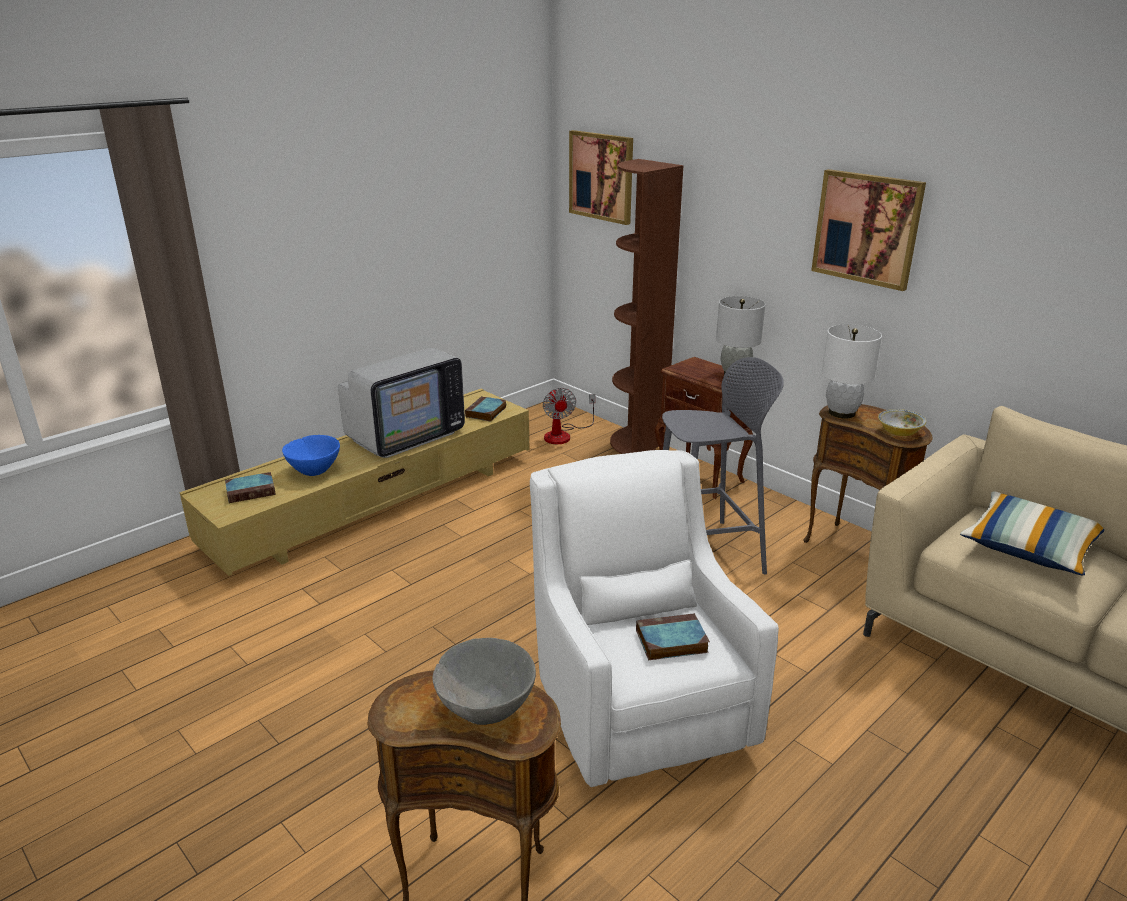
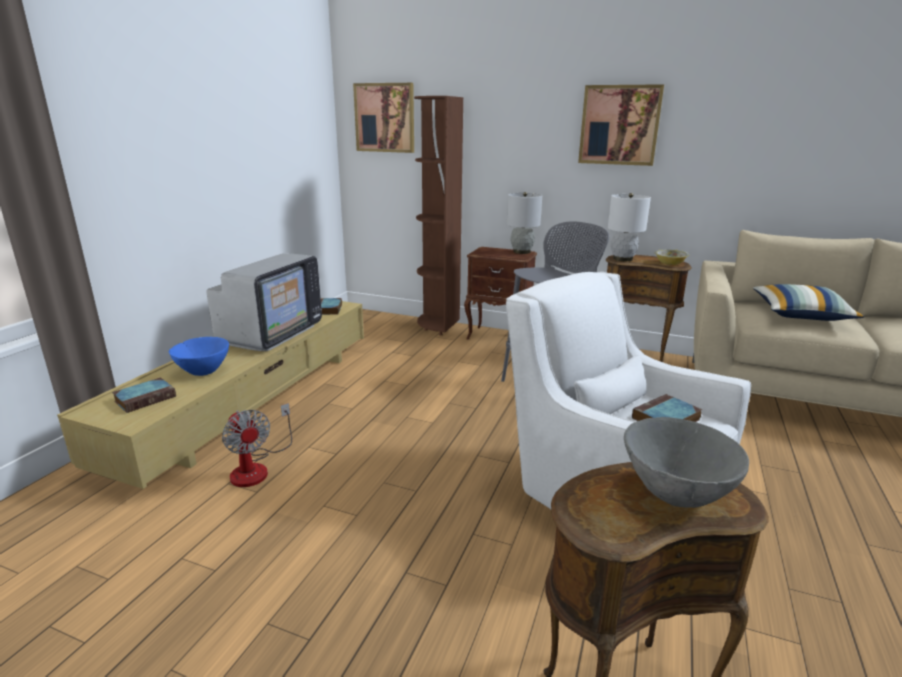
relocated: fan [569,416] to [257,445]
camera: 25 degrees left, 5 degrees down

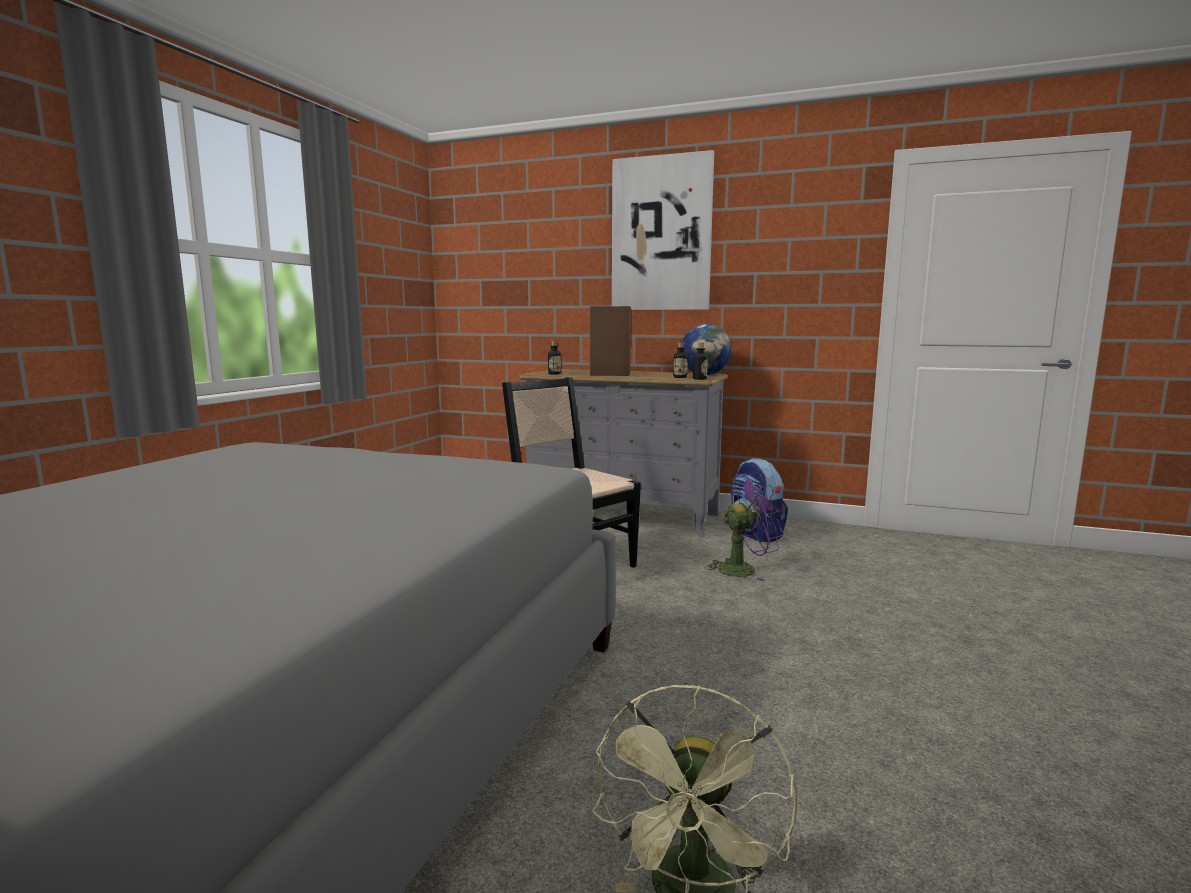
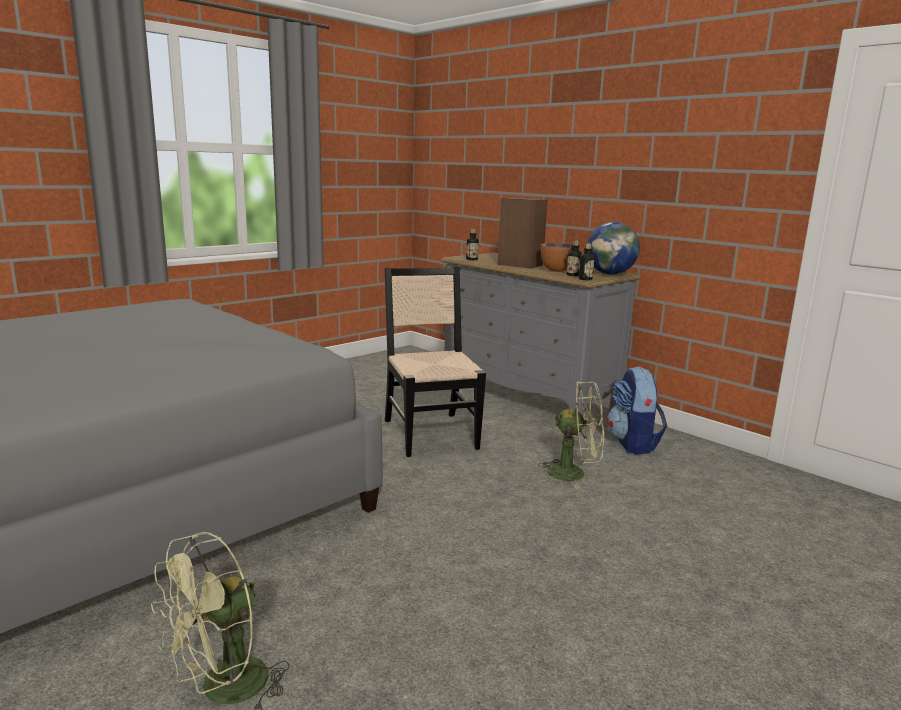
missing: picture [663,230]
appeared: bowl [556,257]
colour: fan (purple) [745,527] to fan (green) [571,434]
camera: 25 degrees right, 5 degrees up

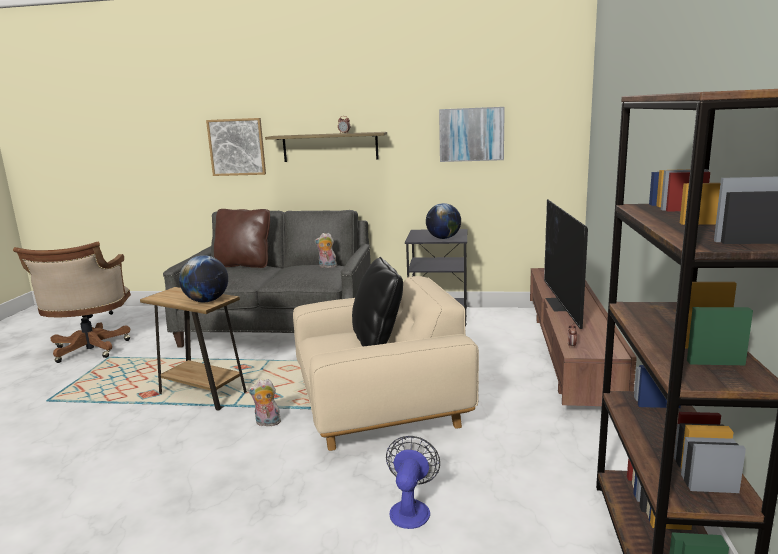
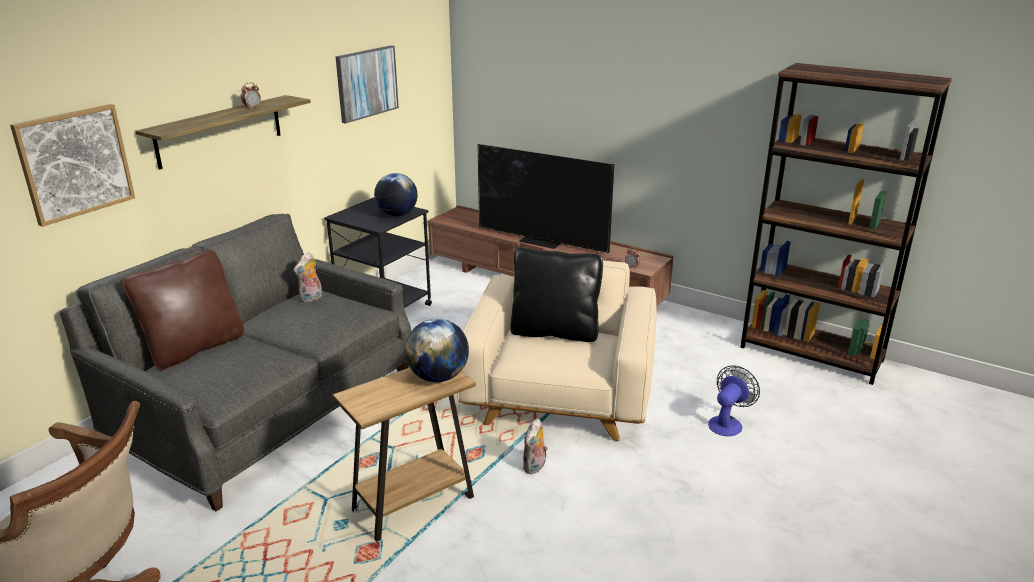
spun: fan [413,482] = [734,400] 90 degrees clockwise
camera: 65 degrees left, 10 degrees up

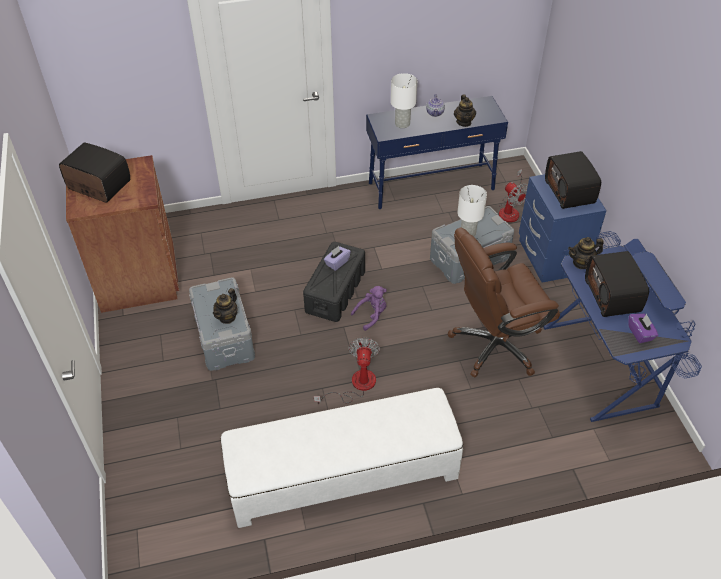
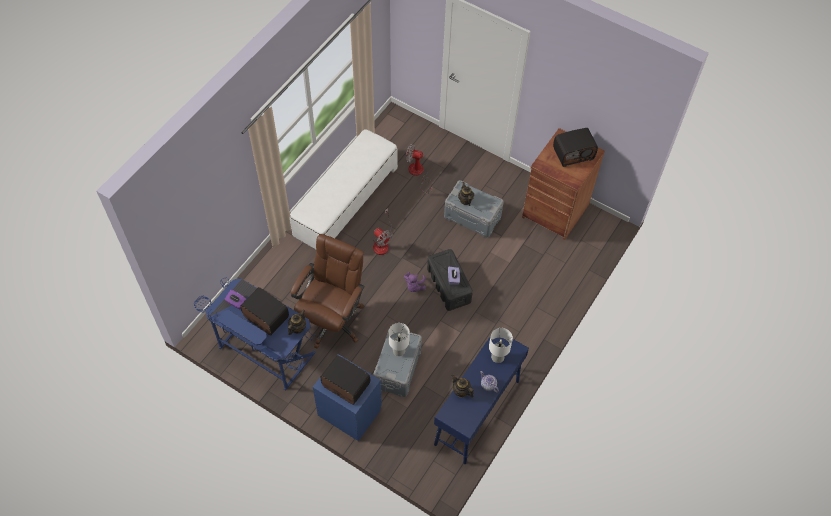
relocated: fan [513,195] to [419,169]
camera: 135 degrees right, 10 degrees up

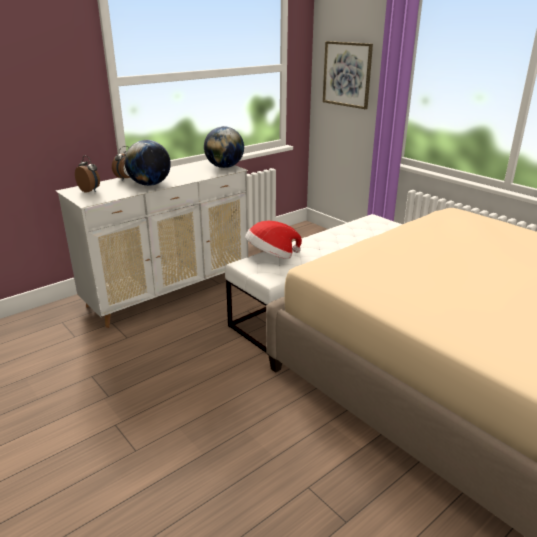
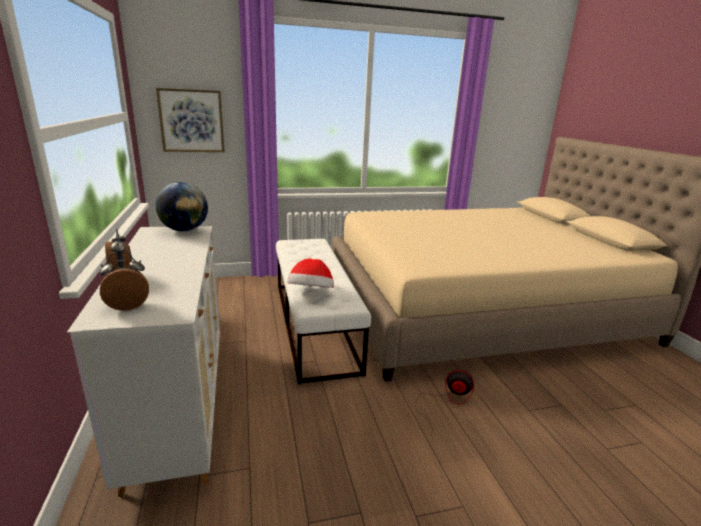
missing: globe [148,163]
appeared: fan [444,402]
camera: 65 degrees left, 5 degrees down

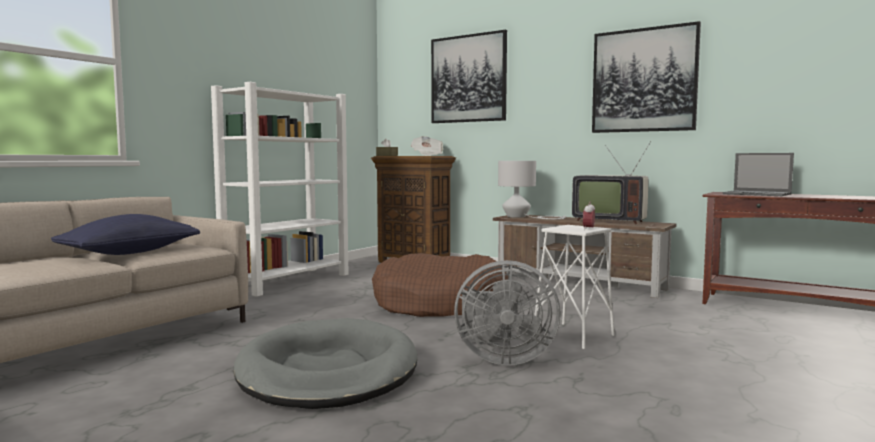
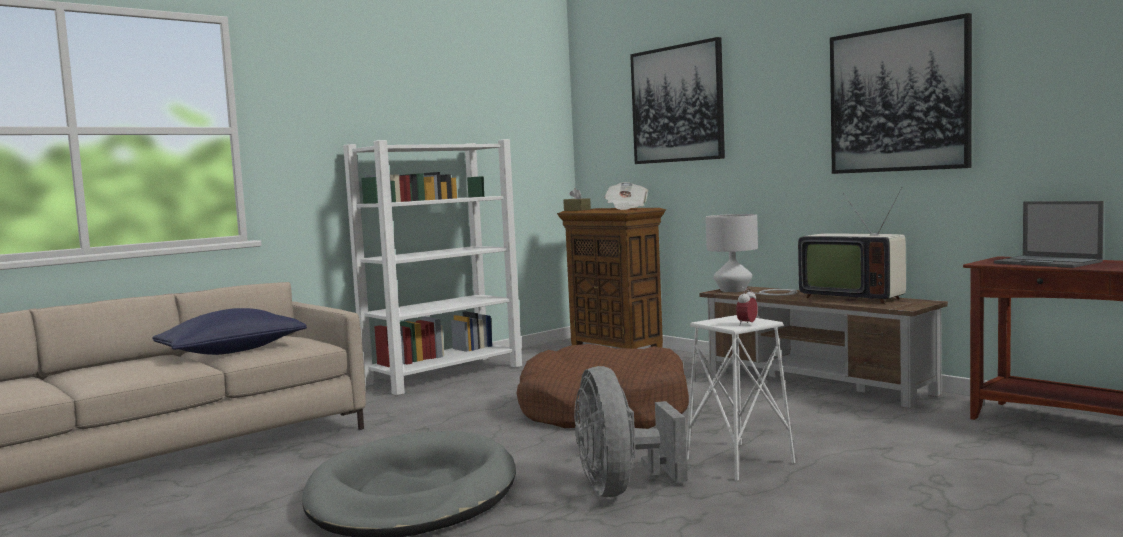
spun: fan (grey) [507,312] = [630,431] 60 degrees clockwise
camera: 15 degrees right, 0 degrees up

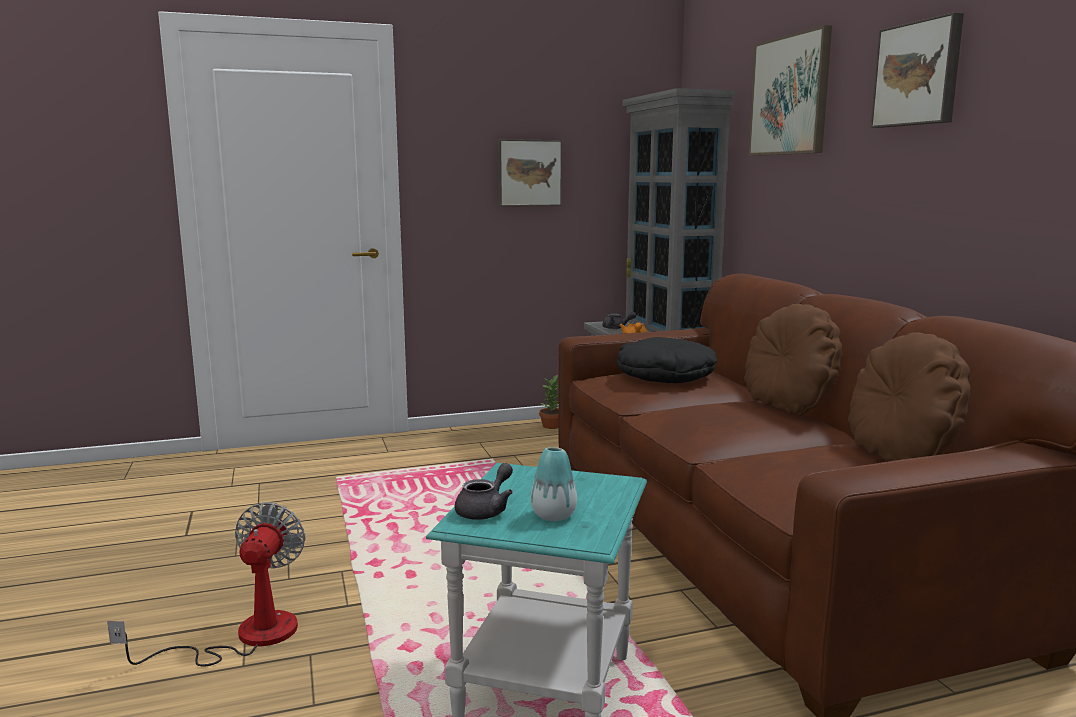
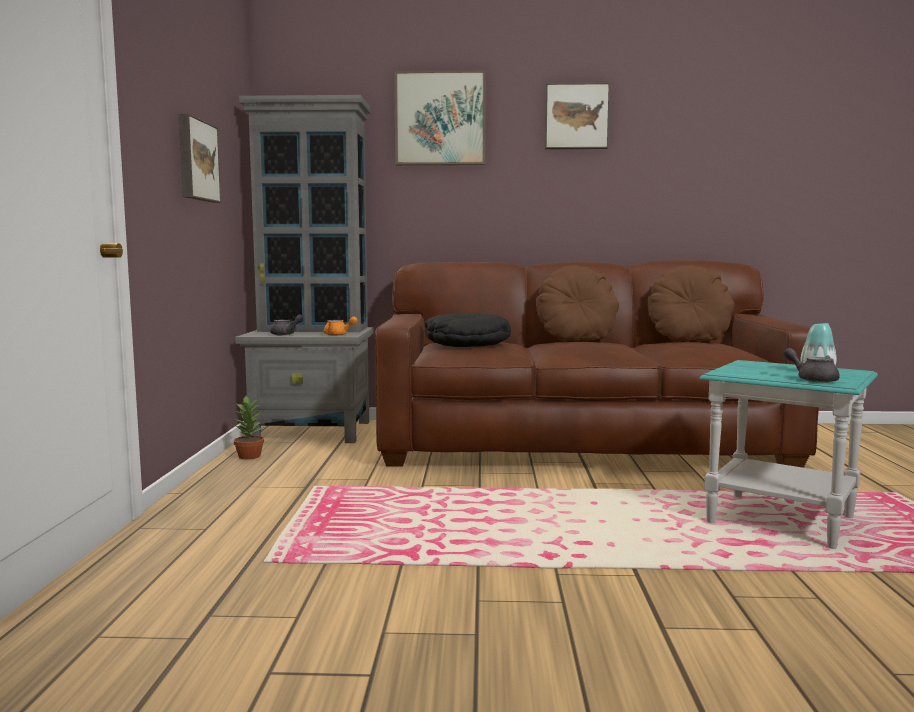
missing: fan [206,584]
camera: 70 degrees left, 5 degrees down

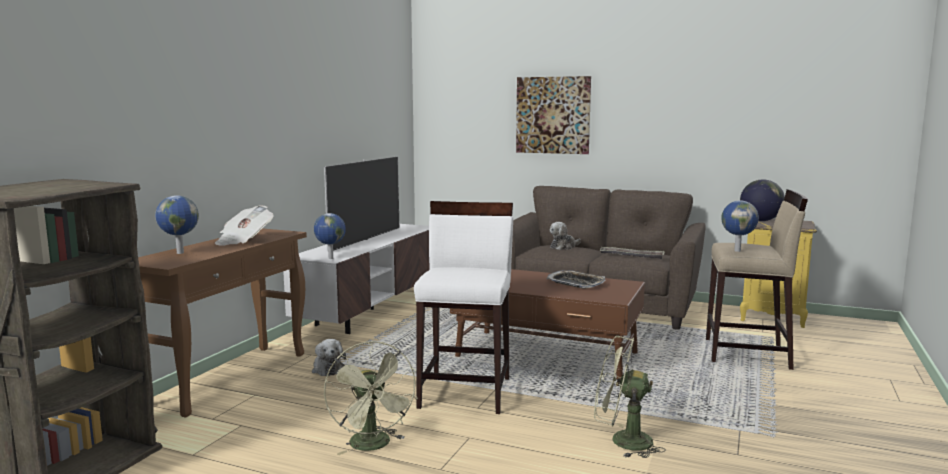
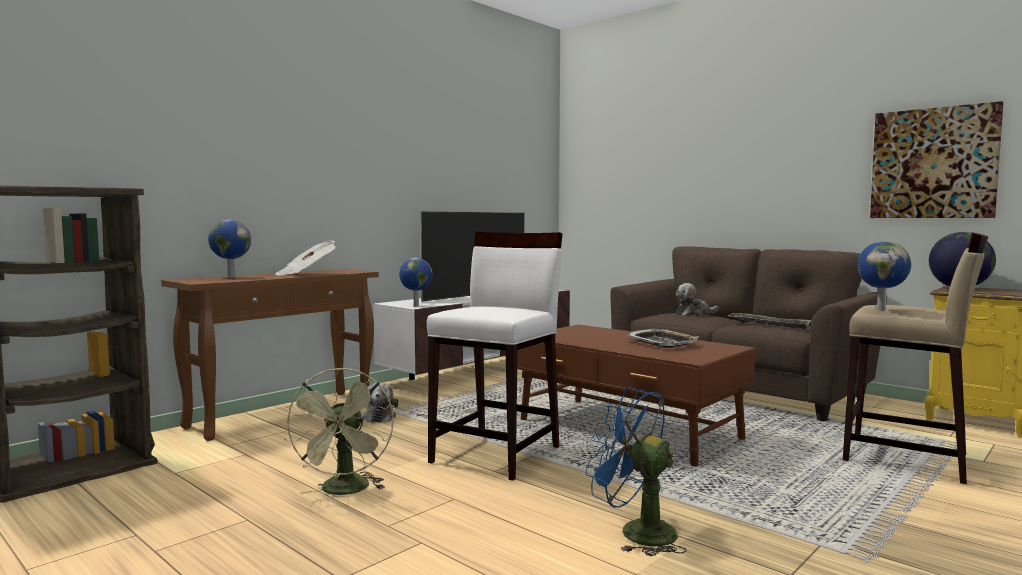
relocated: picture [553,115] to [936,159]
colour: fan (green) [630,397] to fan (blue) [636,471]
camera: 20 degrees right, 5 degrees down

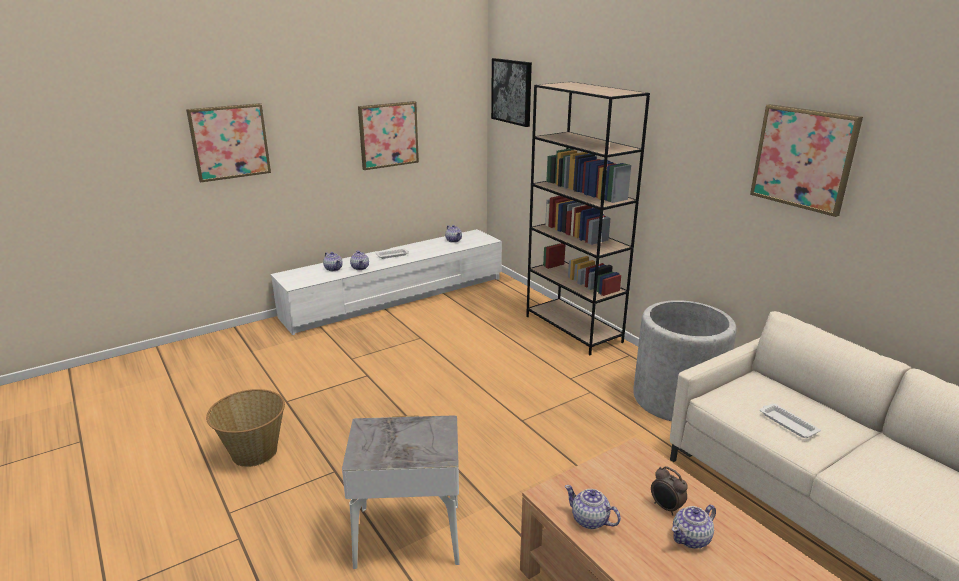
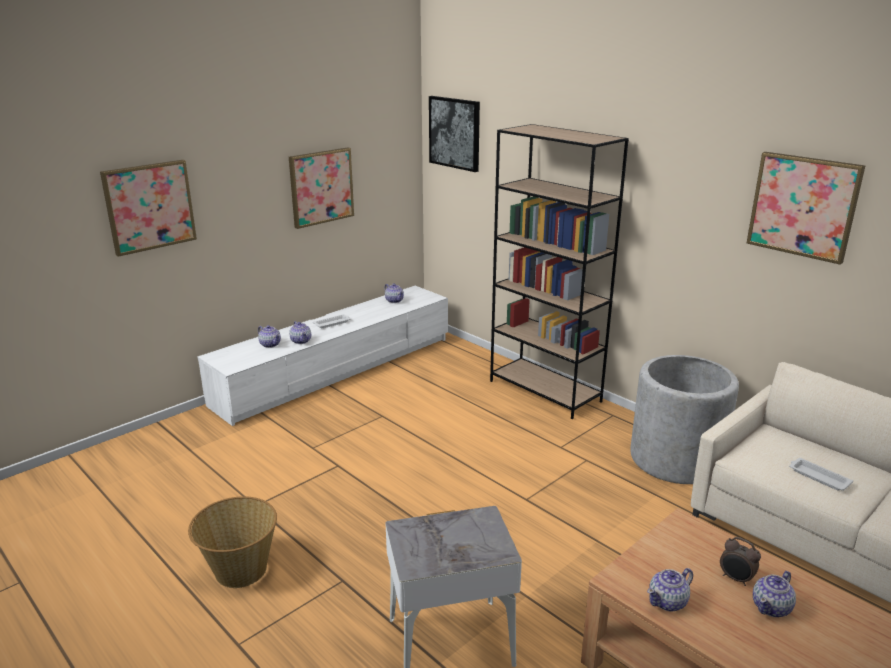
spun: teapot [593,507] = [670,589] 60 degrees counterclockwise
camera: 10 degrees left, 0 degrees up

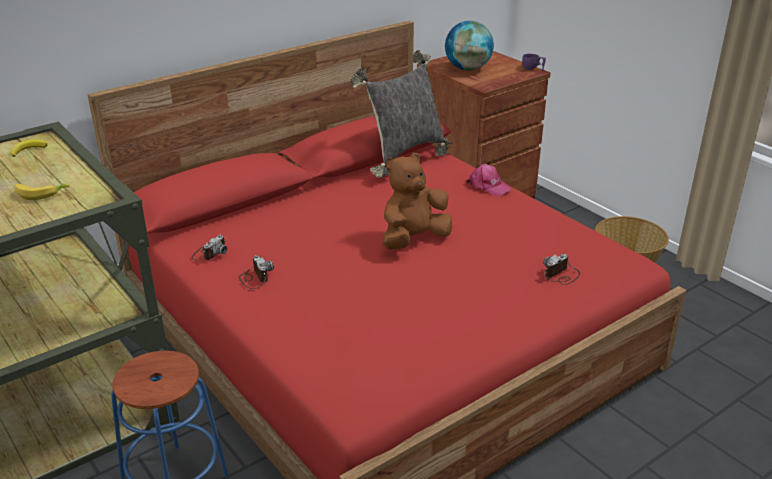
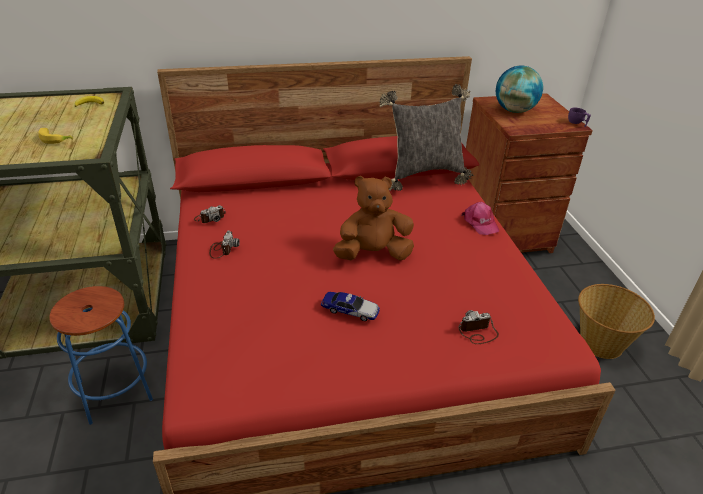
appeared: toy car [350,306]
camera: 25 degrees right, 5 degrees up

